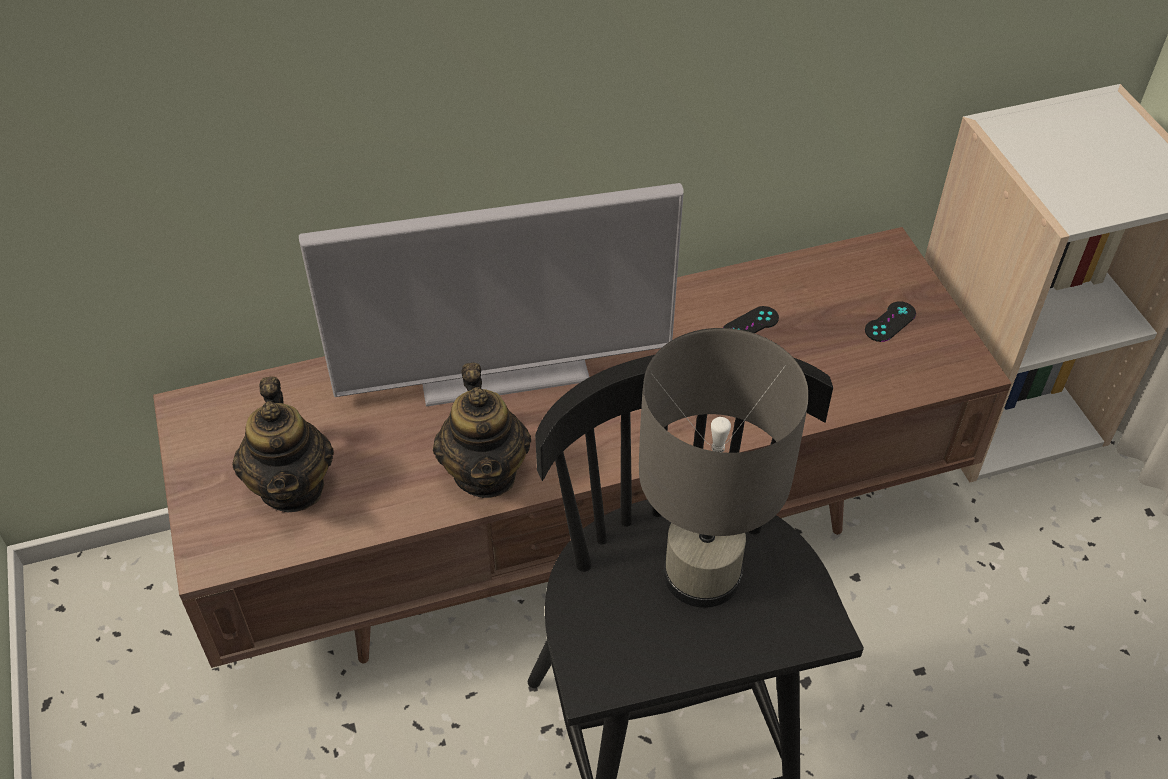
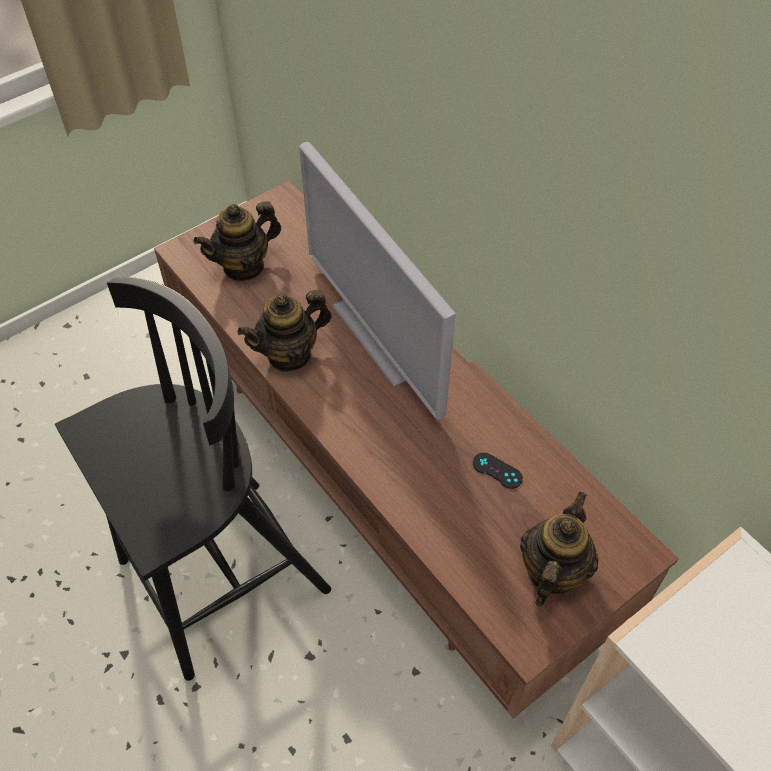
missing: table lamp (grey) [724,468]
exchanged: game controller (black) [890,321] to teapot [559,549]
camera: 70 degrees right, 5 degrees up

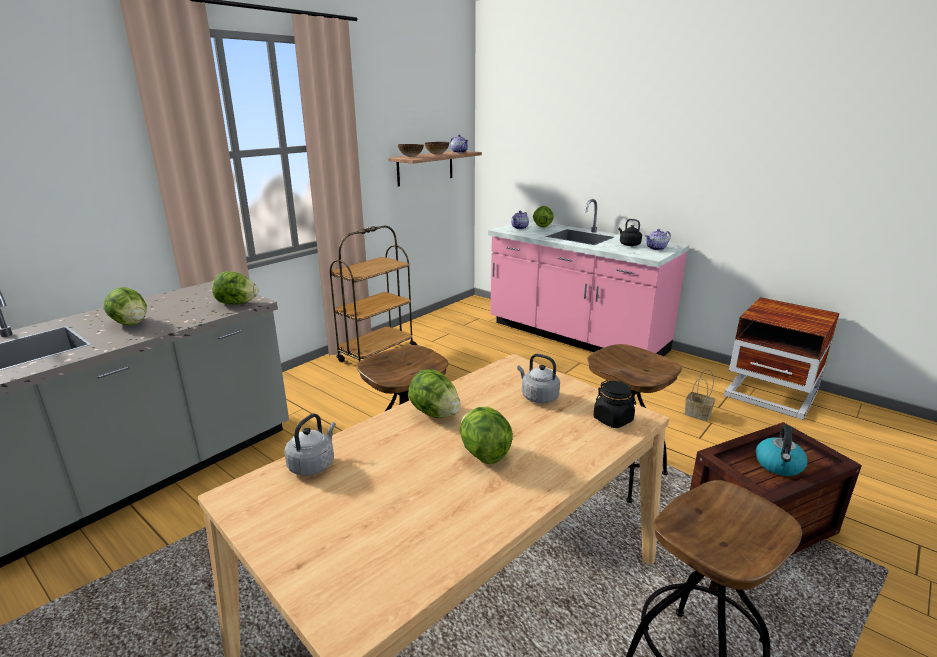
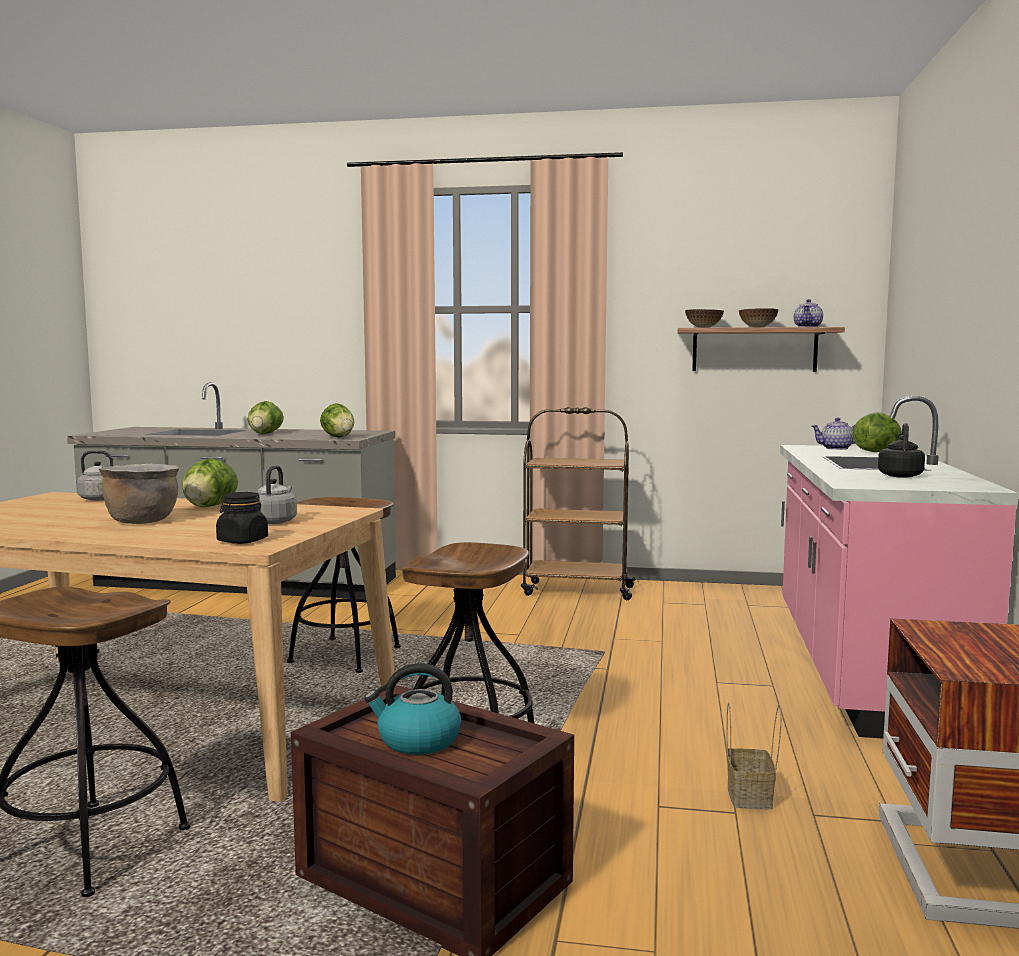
missing: teapot [658,239]
exchanged: lettuce [486,435] to cooking pot (brown) [139,494]
camera: 60 degrees right, 15 degrees down

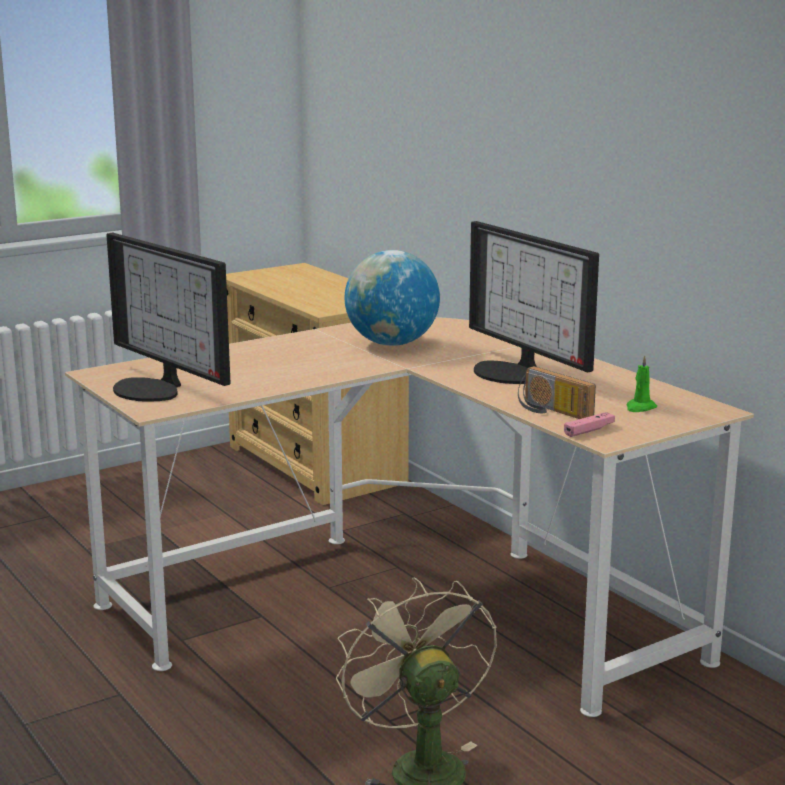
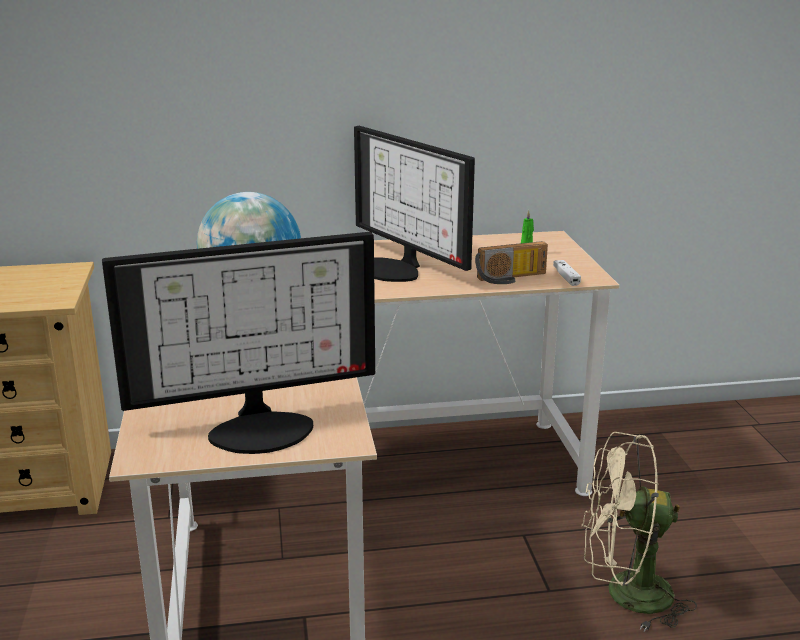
colour: game controller (pink) [589,424] to game controller (white) [567,273]
spun: monitor [534,302] = [414,204] 60 degrees clockwise
camera: 65 degrees left, 5 degrees up

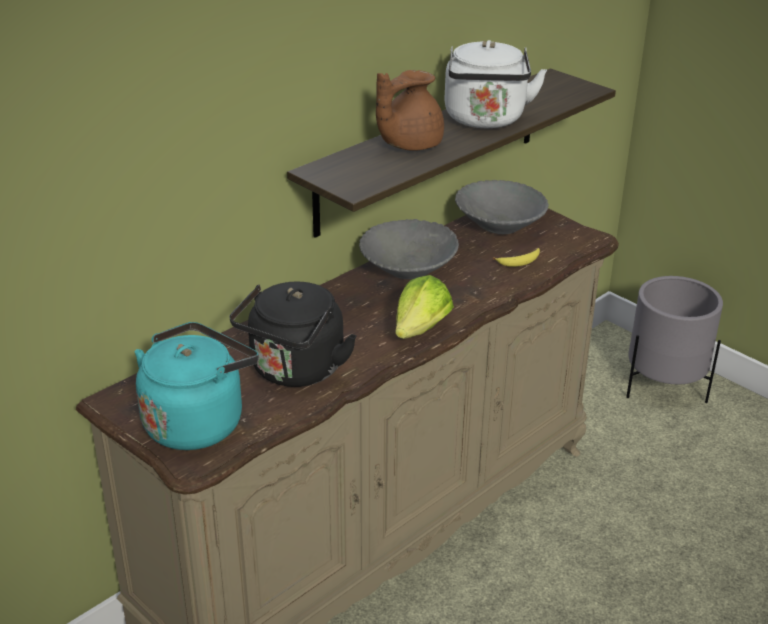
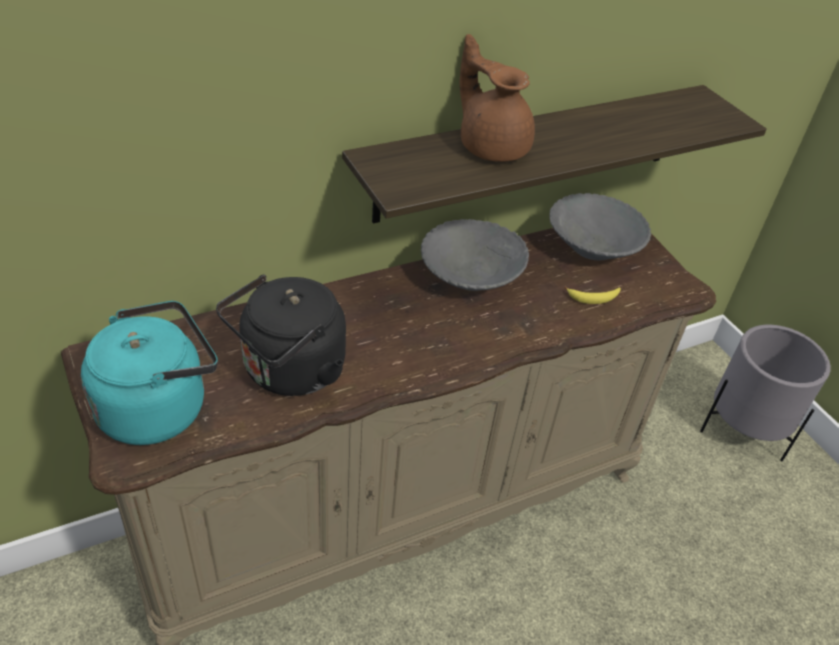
missing: kettle (white) [495,84]; lettuce [424,307]
spun: teapot (brown) [410,110] = [497,98] 75 degrees clockwise
camera: 15 degrees right, 10 degrees up

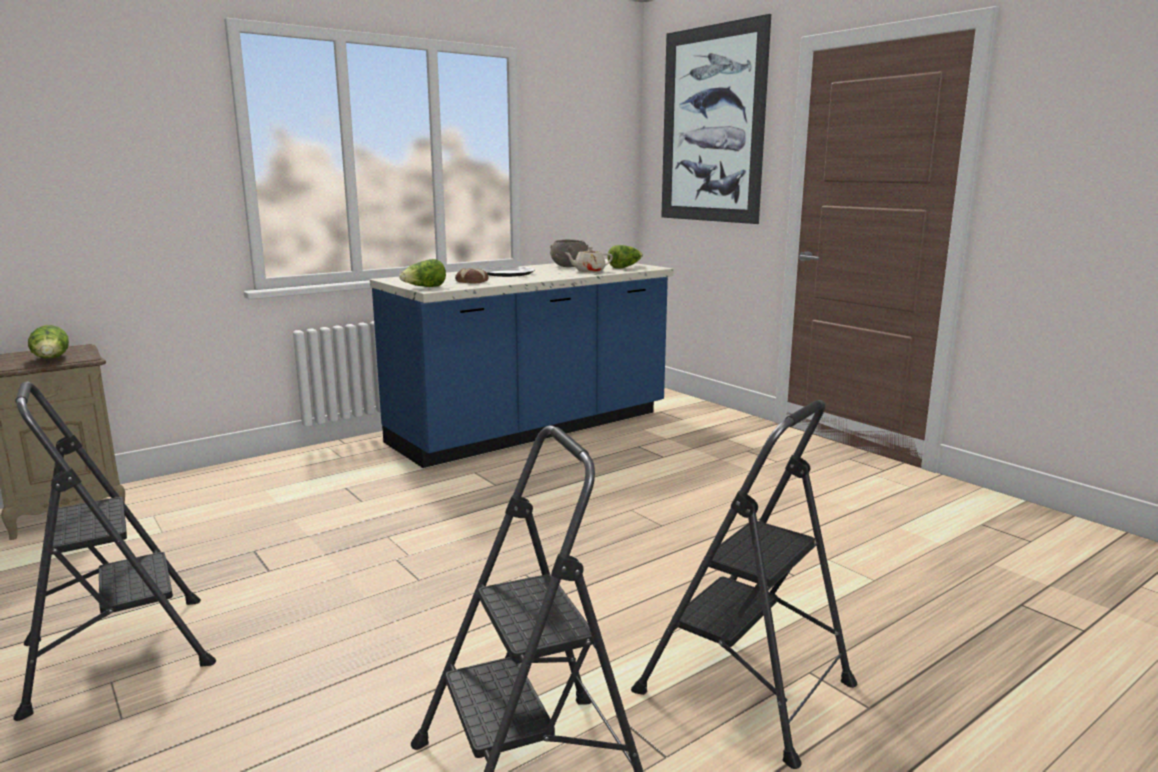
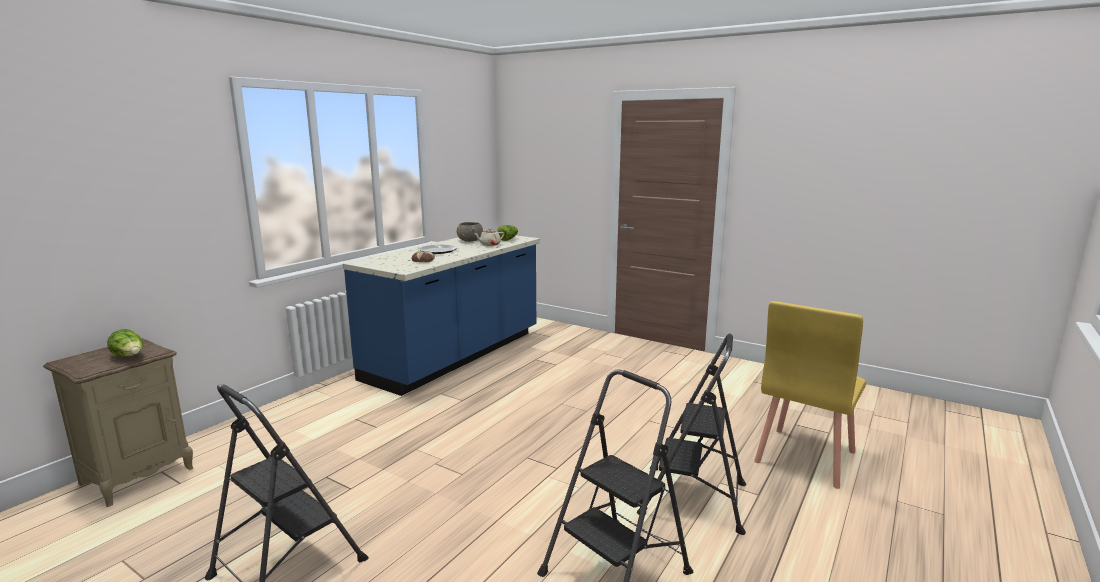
missing: picture [716,119]; lettuce [422,273]
appeared: chair (yellow) [810,395]
camera: 20 degrees left, 0 degrees up

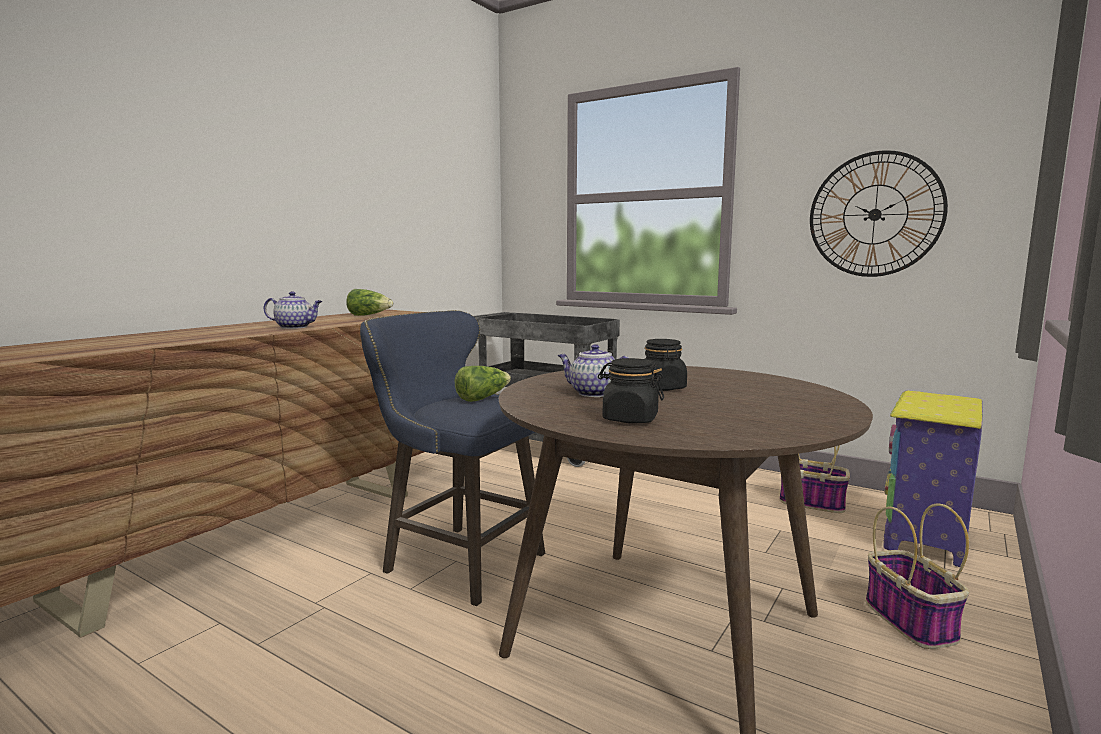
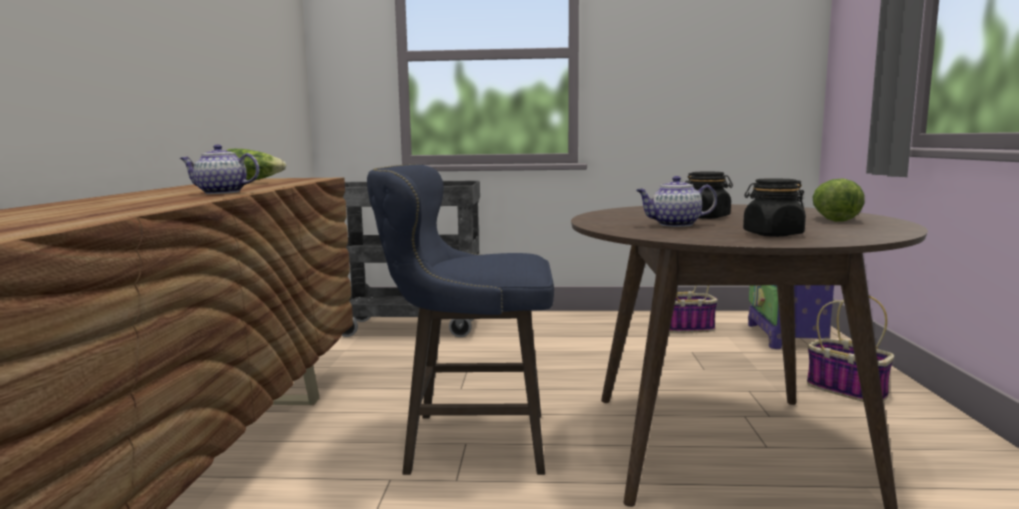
missing: wall clock [879,213]
relocated: lettuce [483,384] to [838,200]
spun: teapot [293,310] = [219,169] 150 degrees counterclockwise
camera: 30 degrees left, 0 degrees up

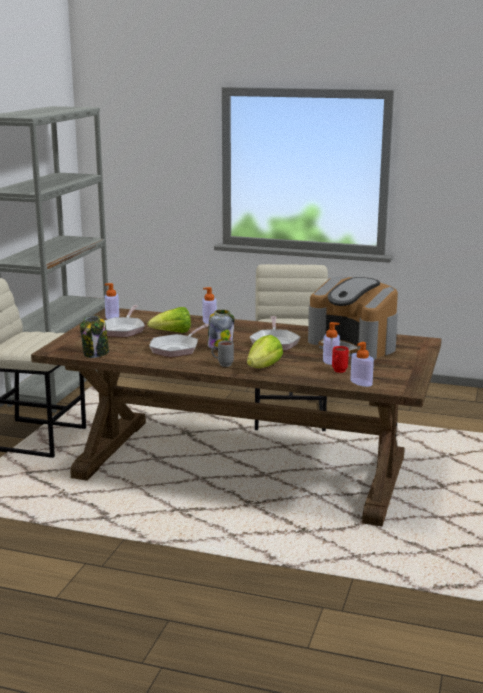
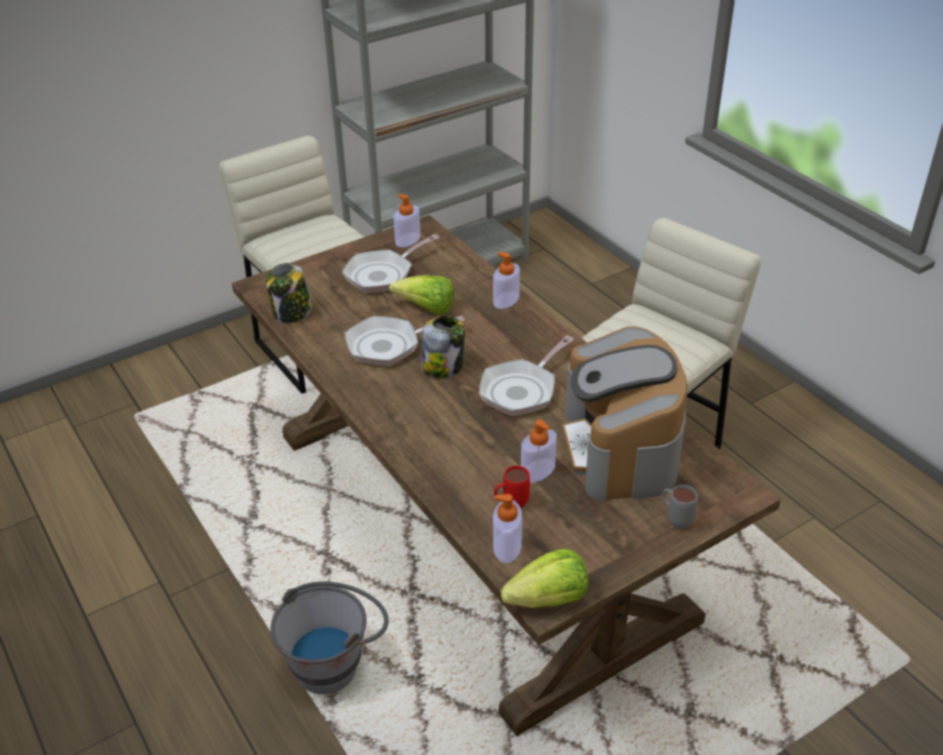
appeared: bucket (grey) [329,638]
relocated: lettuce [265,351] to [544,578]; mug (grey) [222,353] to [680,507]
camera: 40 degrees right, 20 degrees up

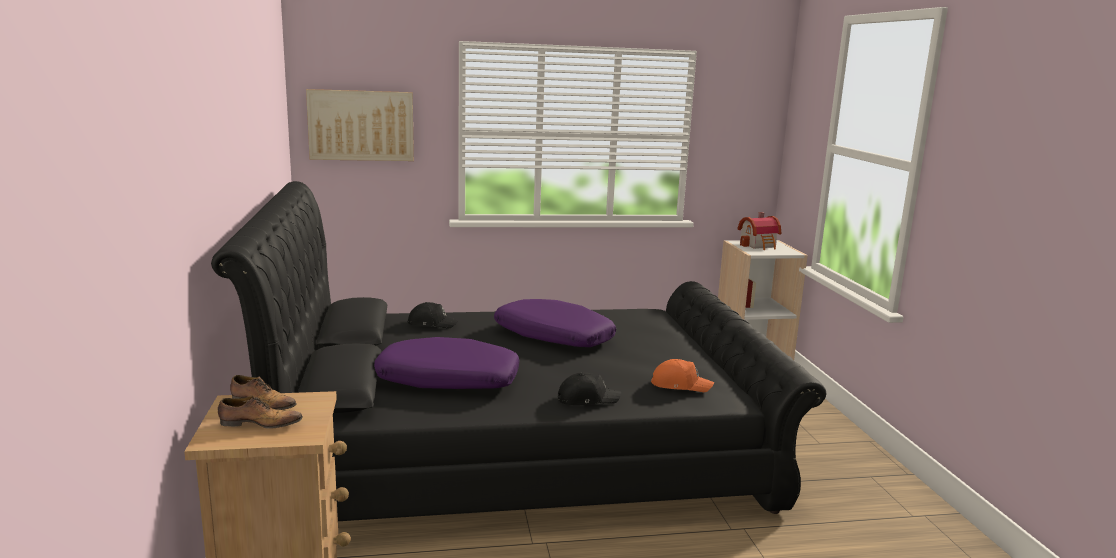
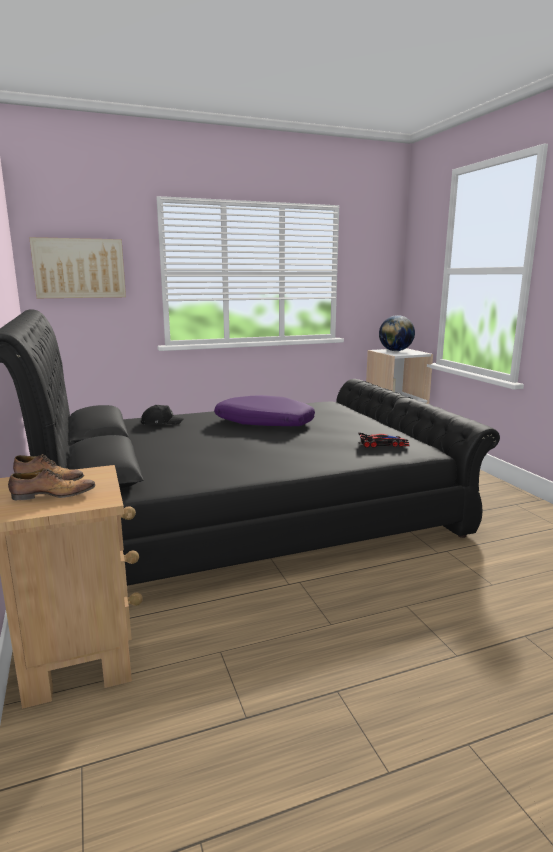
missing: pillow (purple) [446,363]; cap (black) [589,389]
exchanged: toy house [759,231] to globe [397,333]; cap (orange) [682,375] to toy car [384,440]
camera: 10 degrees left, 0 degrees up

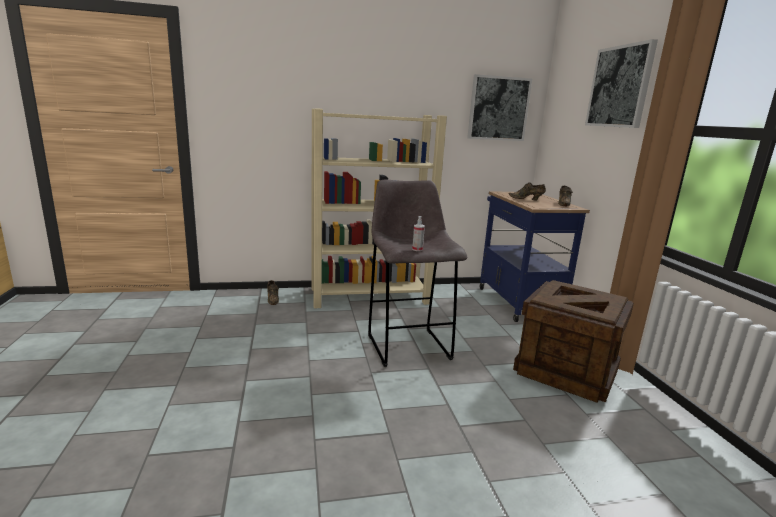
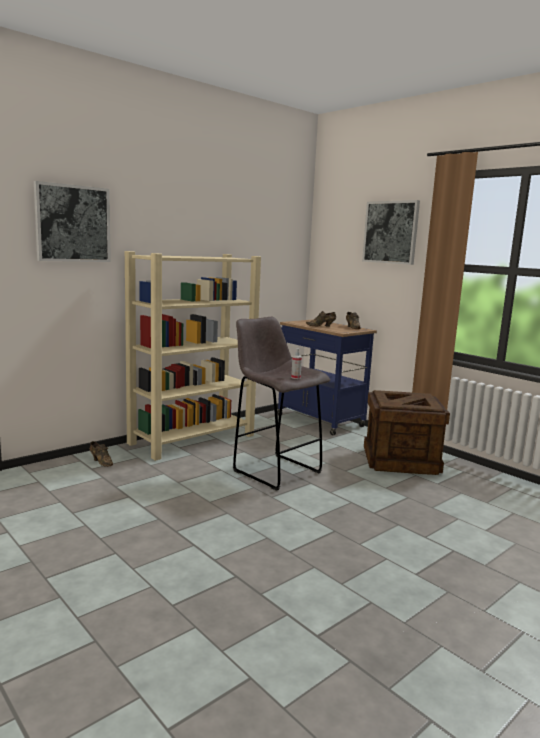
relocated: picture [499,107] to [72,221]
camera: 30 degrees left, 5 degrees down

